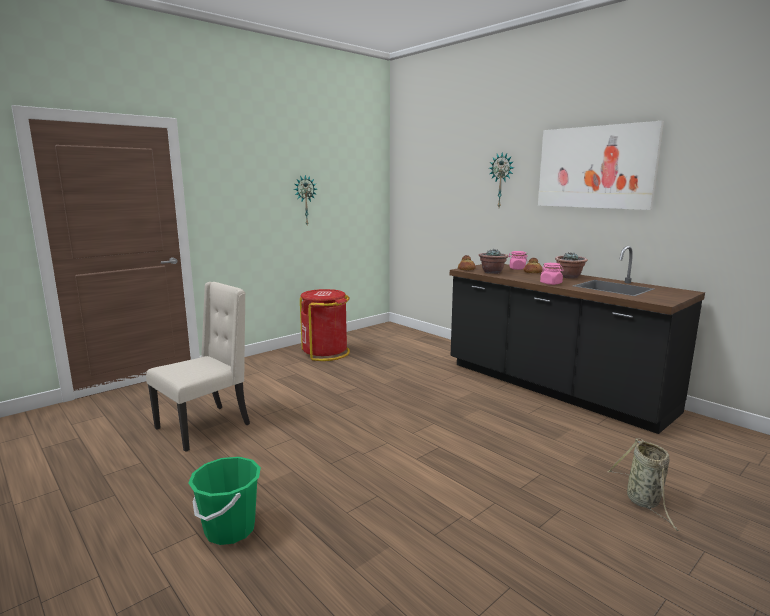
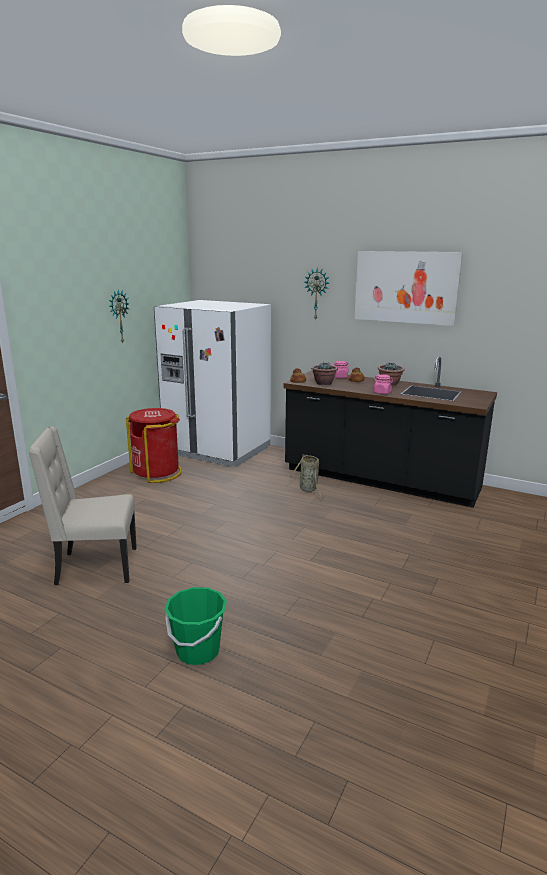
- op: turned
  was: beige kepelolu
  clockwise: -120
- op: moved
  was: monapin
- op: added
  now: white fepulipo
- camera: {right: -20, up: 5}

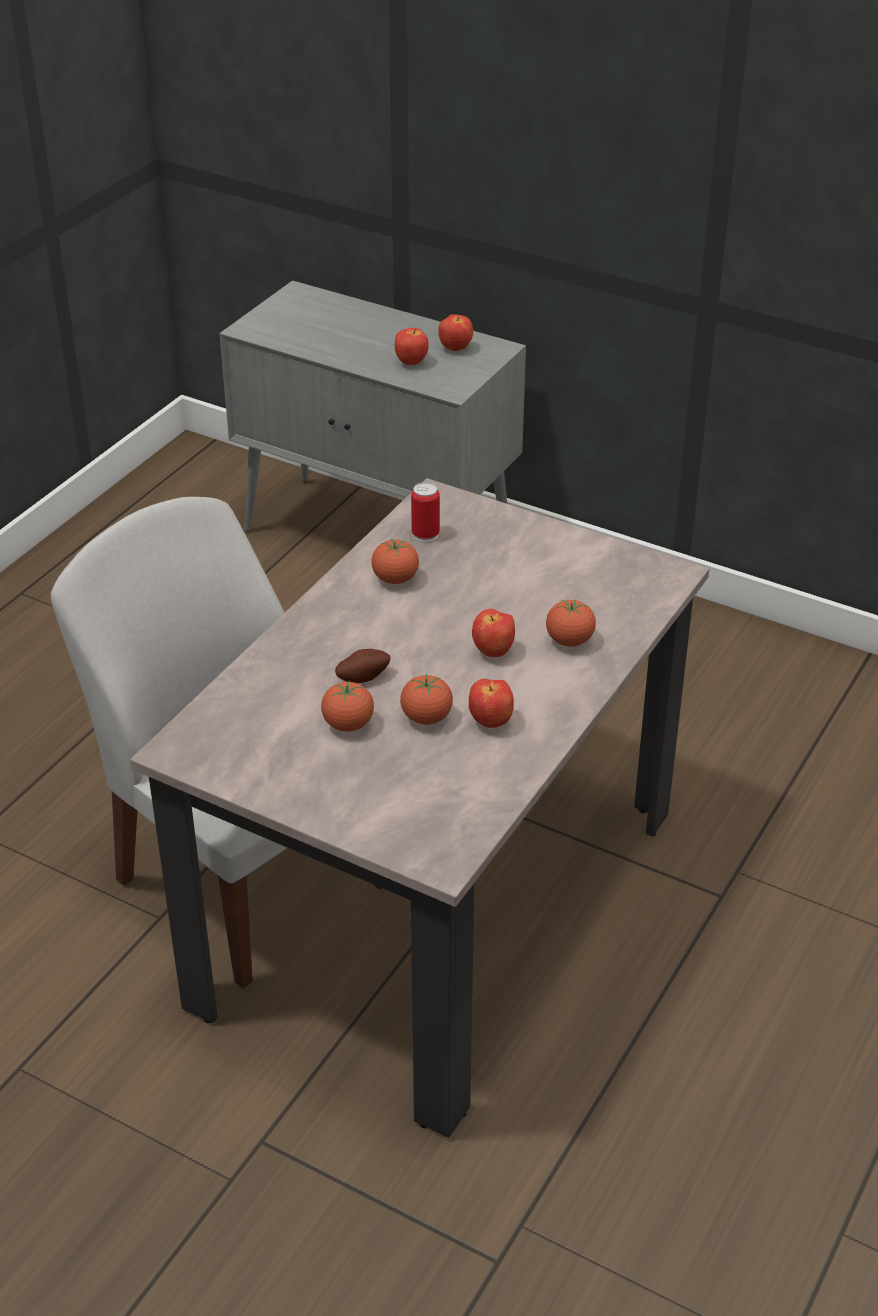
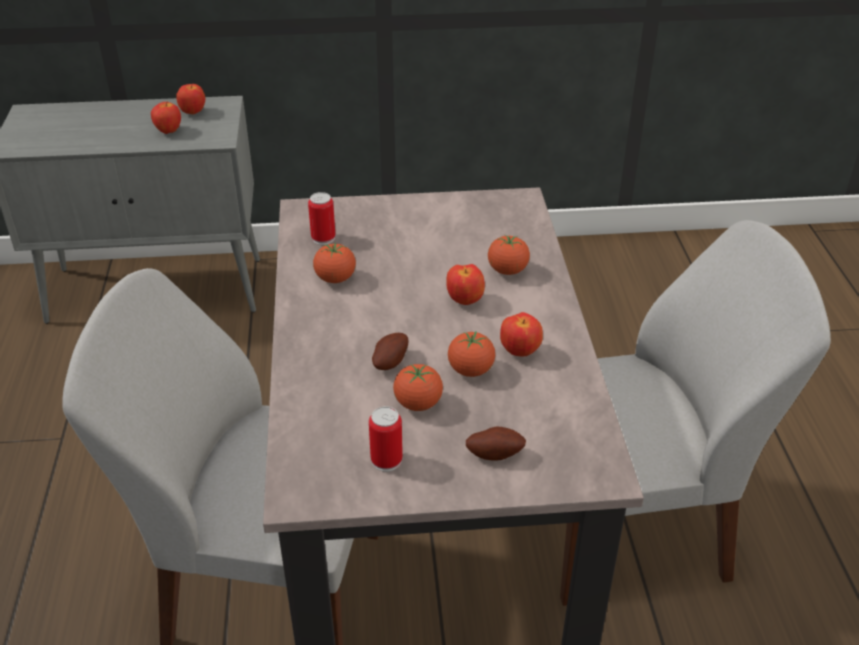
- op: added
  now: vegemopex (2nd from left)
- op: added
  now: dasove (2nd from left)
- op: added
  now: white kepelolu (2nd from left)
- camera: {right: -35, up: 0}

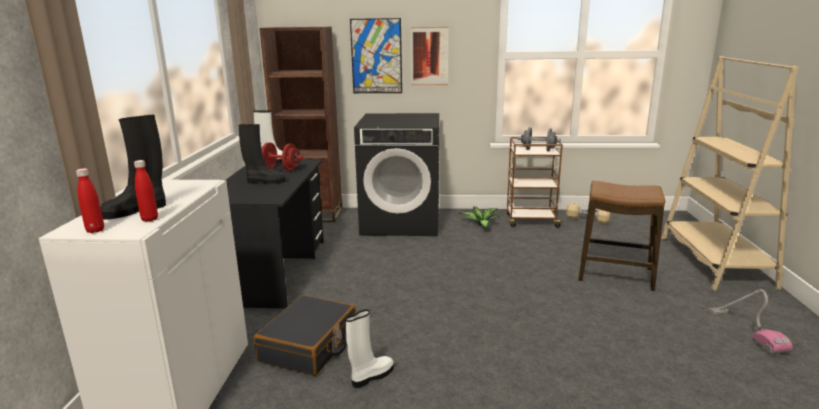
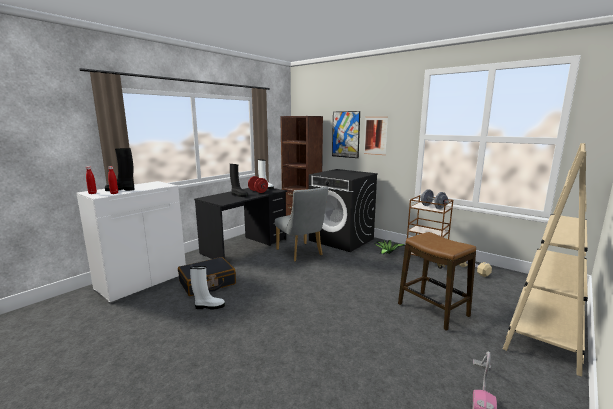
- op: added
  now: grey kepelolu
- camera: {right: 35, up: -5}

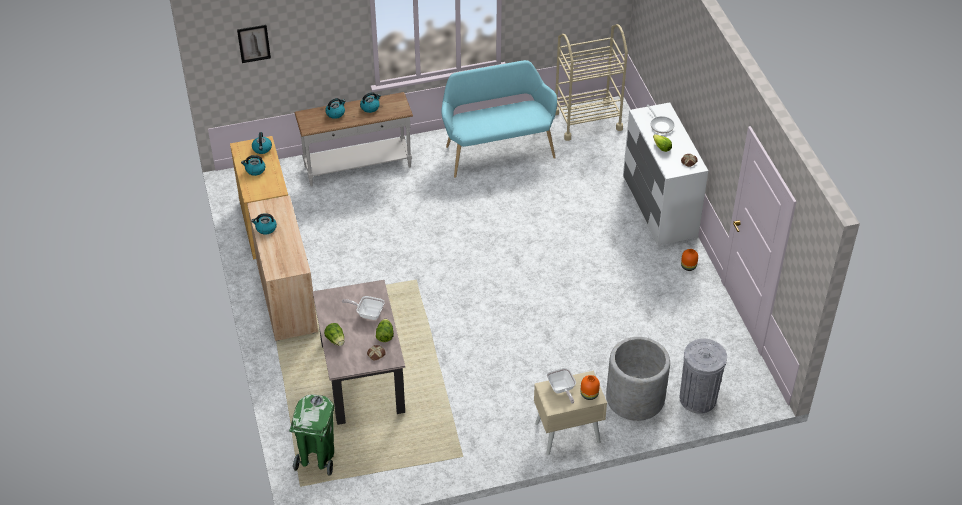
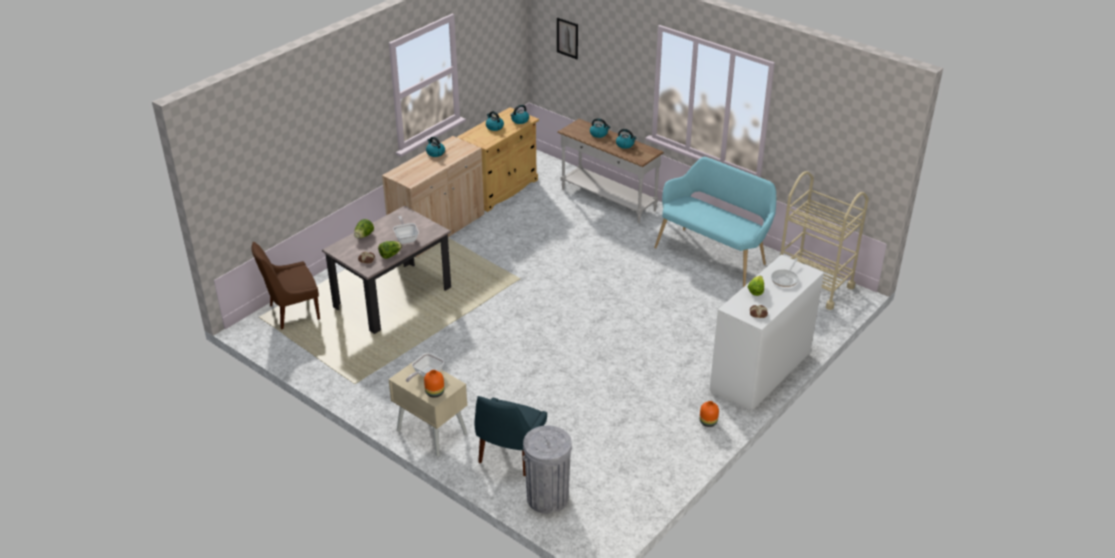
- op: replaced
  was: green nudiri
  now: brown kepelolu
- op: replaced
  was: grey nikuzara
  now: blue kepelolu
- camera: {right: 55, up: -10}

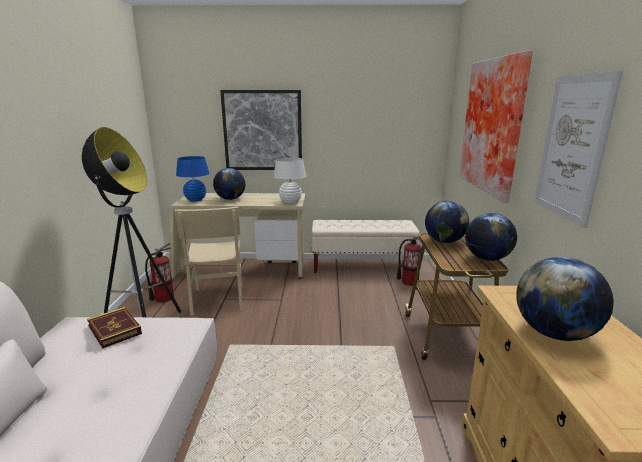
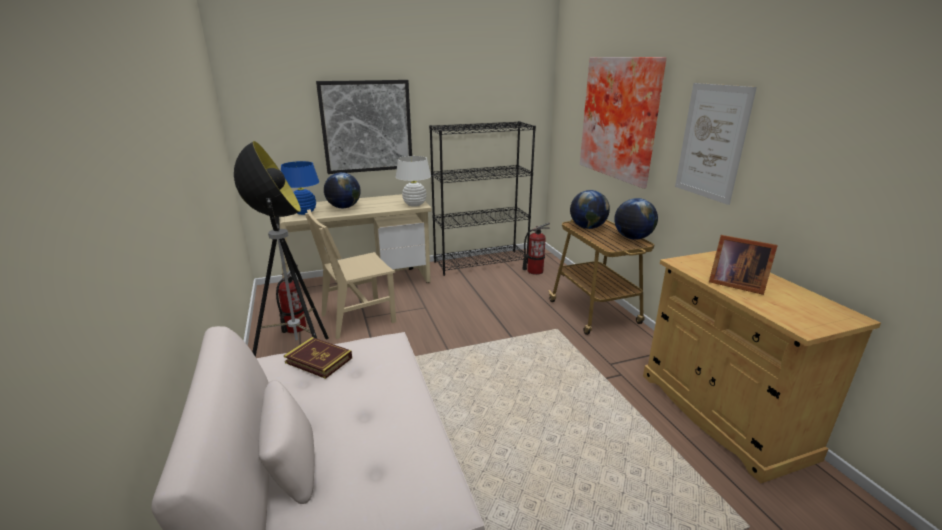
- op: turned
  was: beige kepelolu
  clockwise: 90
- op: replaced
  was: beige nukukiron
  now: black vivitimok
- op: replaced
  was: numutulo (4th from left)
  now: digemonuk
- camera: {right: -20, up: 5}

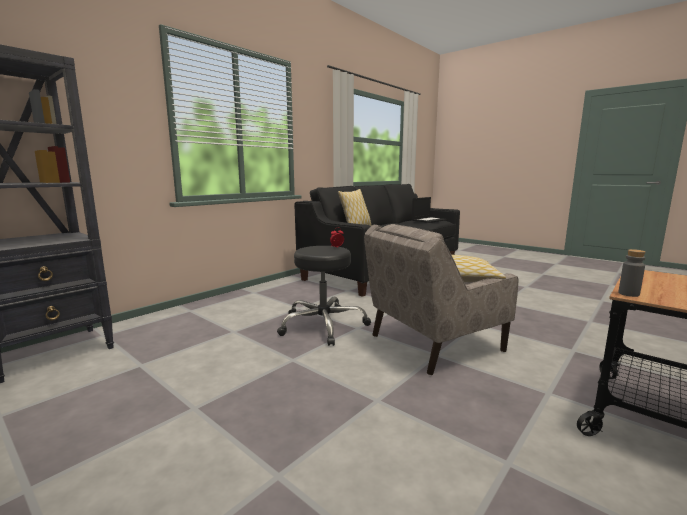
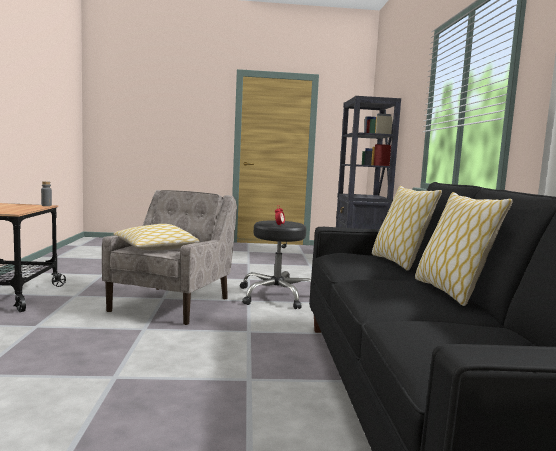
- op: removed
  was: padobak
- op: added
  now: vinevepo (3rd from left)
- camera: {right: 135, up: -5}

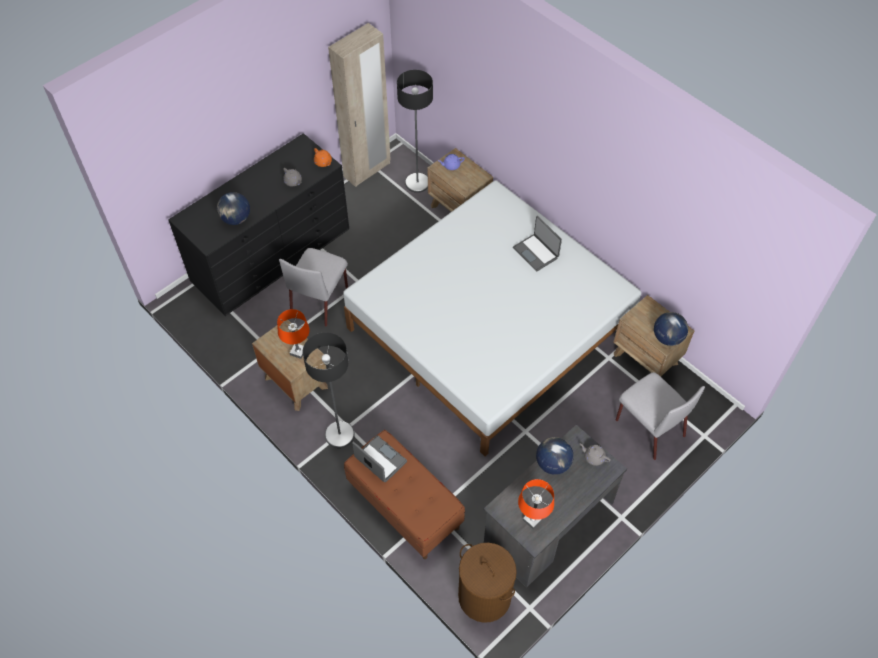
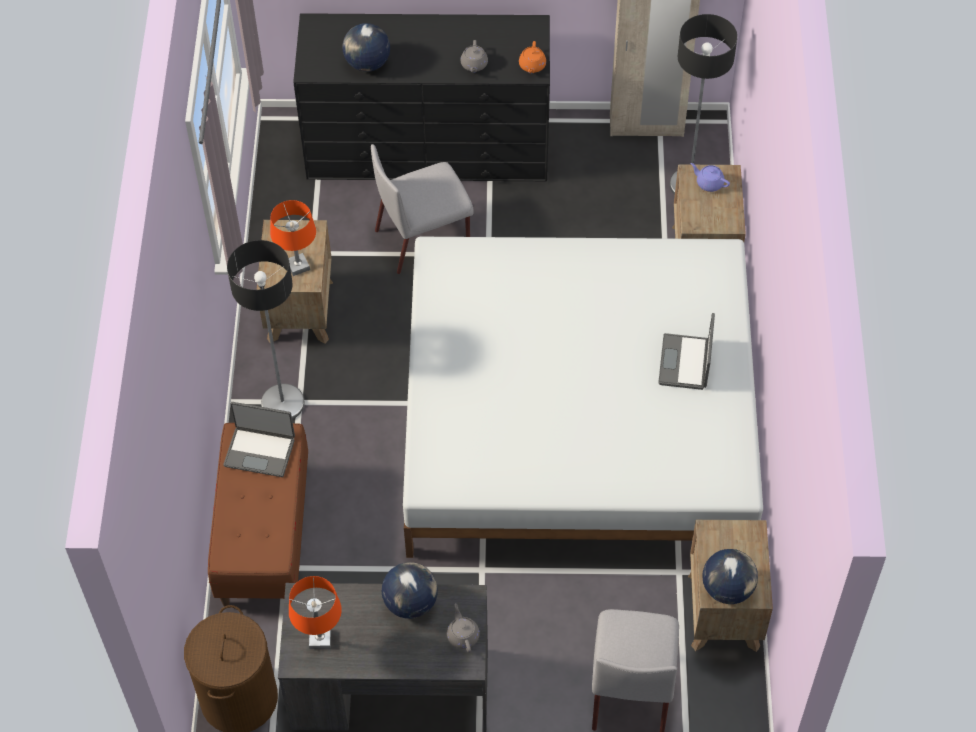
- op: turned
  was: padobak (1st from left)
  clockwise: 105
- camera: {right: 45, up: 0}

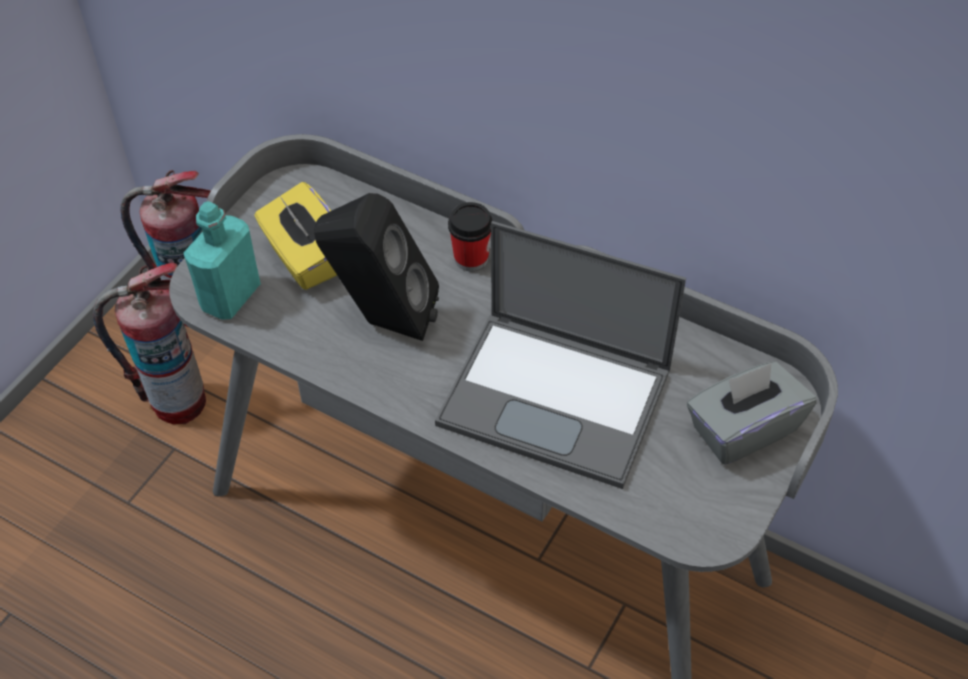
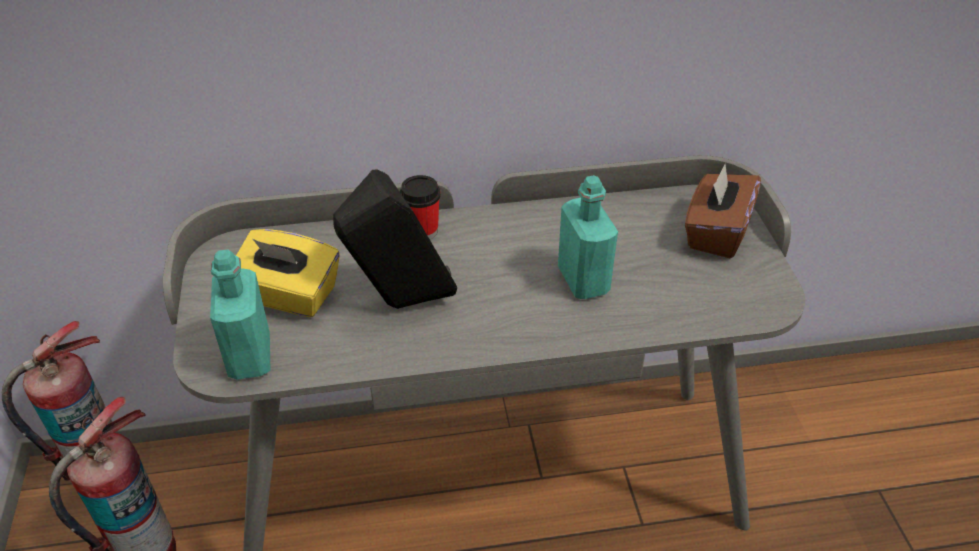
- op: replaced
  was: padobak
  now: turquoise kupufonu (2nd from left)
- op: recoloured
  was: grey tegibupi
  now: brown tegibupi
- camera: {right: -40, up: -10}

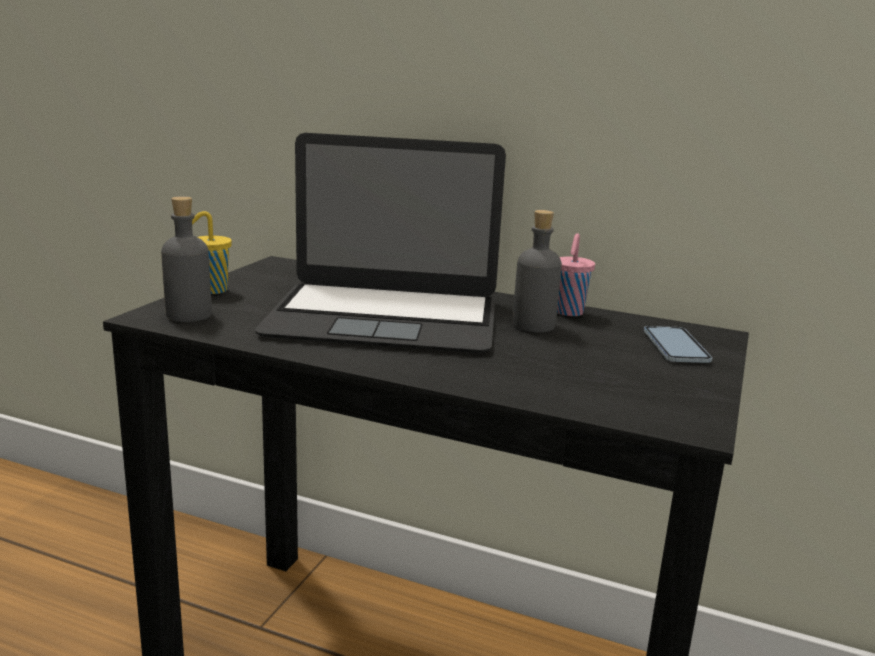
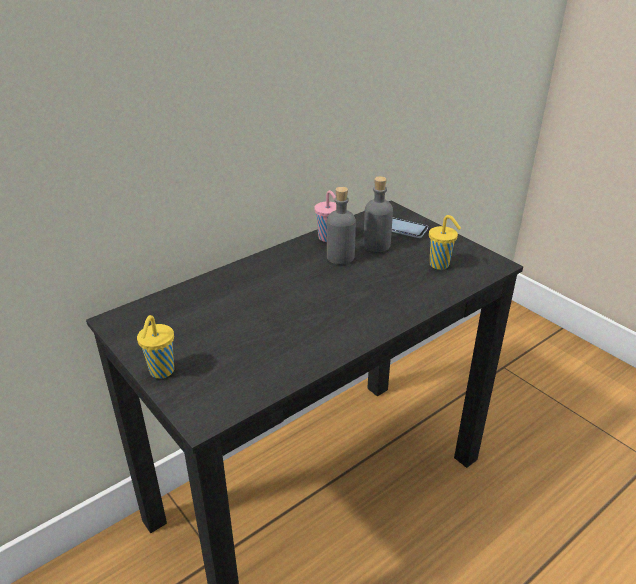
- op: moved
  was: grey kupufonu (1st from left in the first image)
  now: grey kupufonu (2nd from left)
- op: removed
  was: padobak
- op: added
  now: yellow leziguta (2nd from left)
- camera: {right: -60, up: 15}

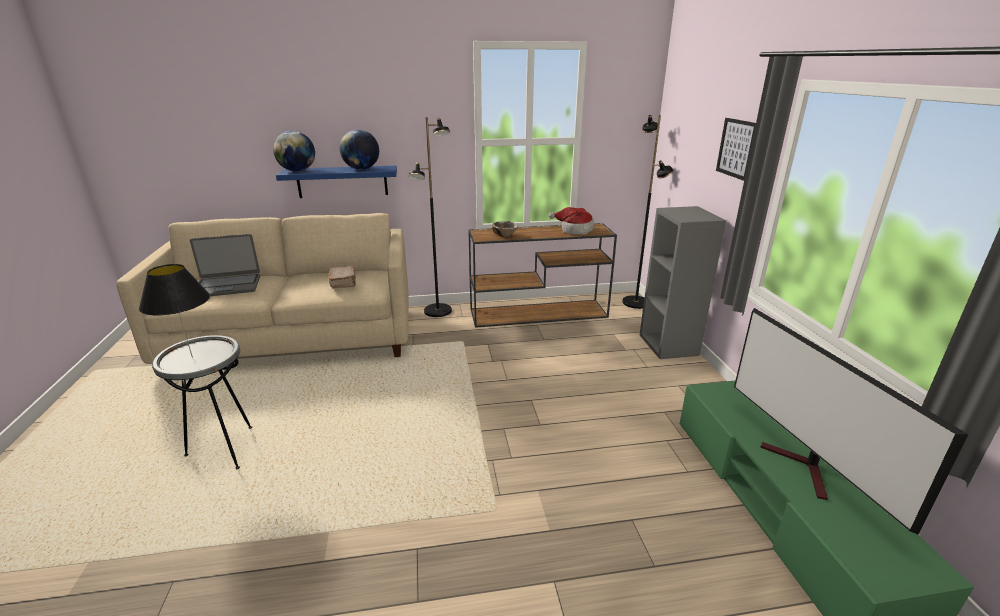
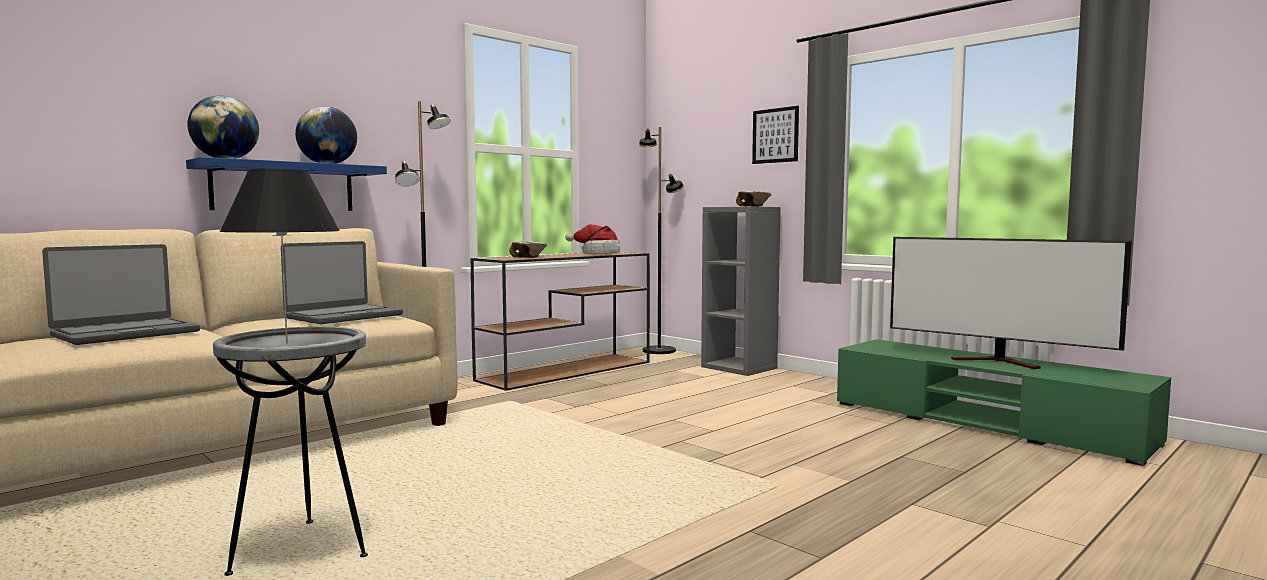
- op: replaced
  was: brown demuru
  now: padobak (2nd from left)
- op: added
  now: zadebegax (2nd from left)
- camera: {right: -35, up: -20}

